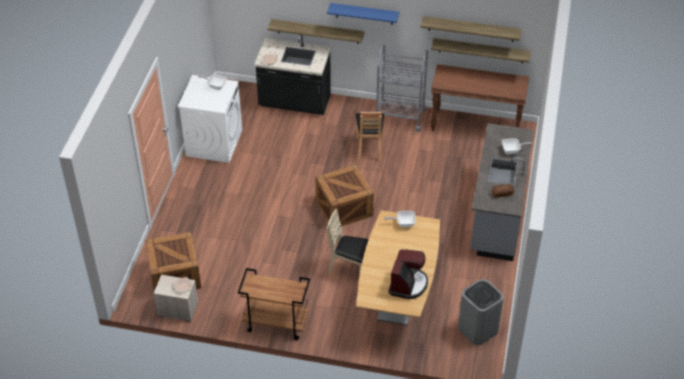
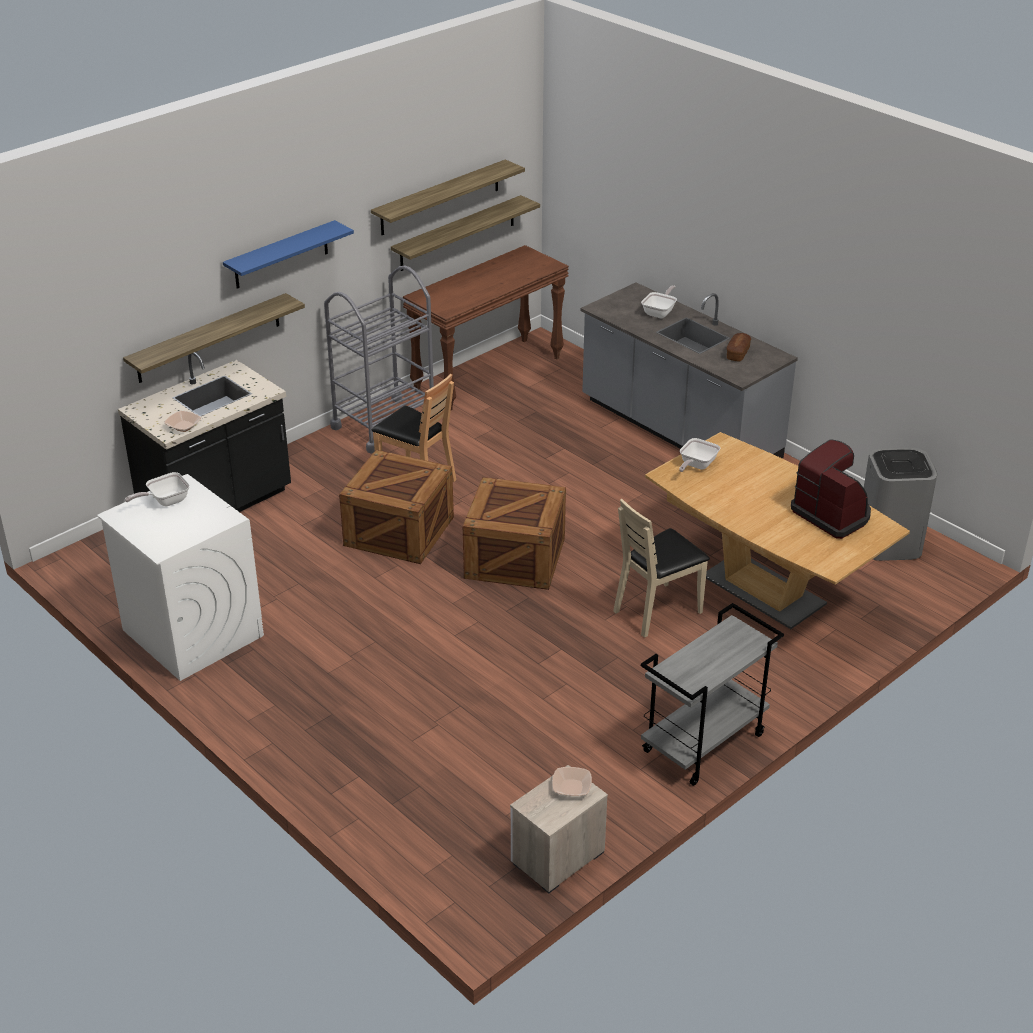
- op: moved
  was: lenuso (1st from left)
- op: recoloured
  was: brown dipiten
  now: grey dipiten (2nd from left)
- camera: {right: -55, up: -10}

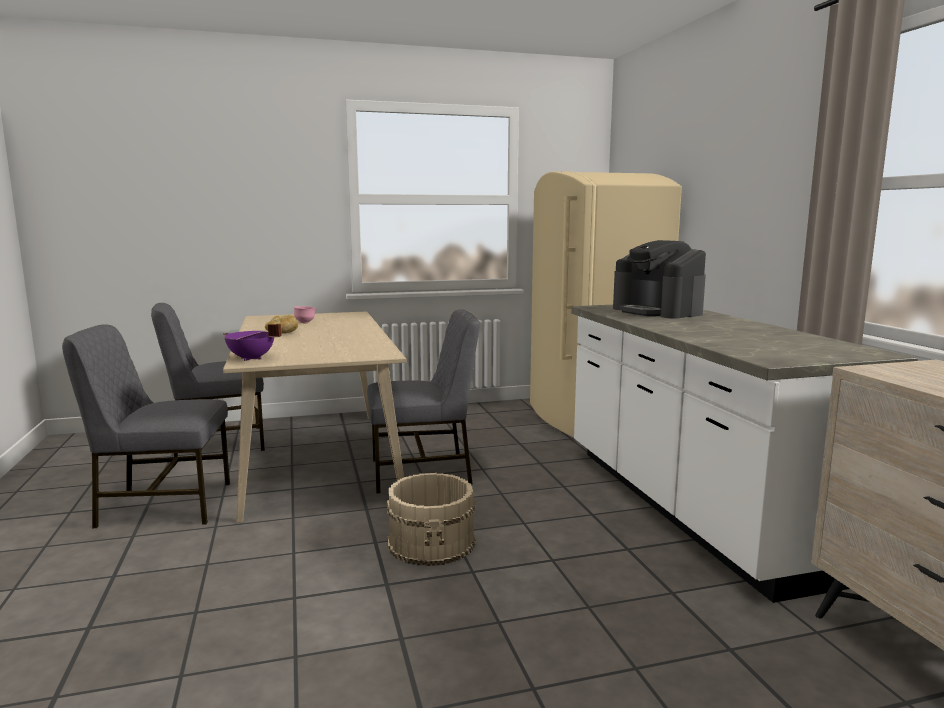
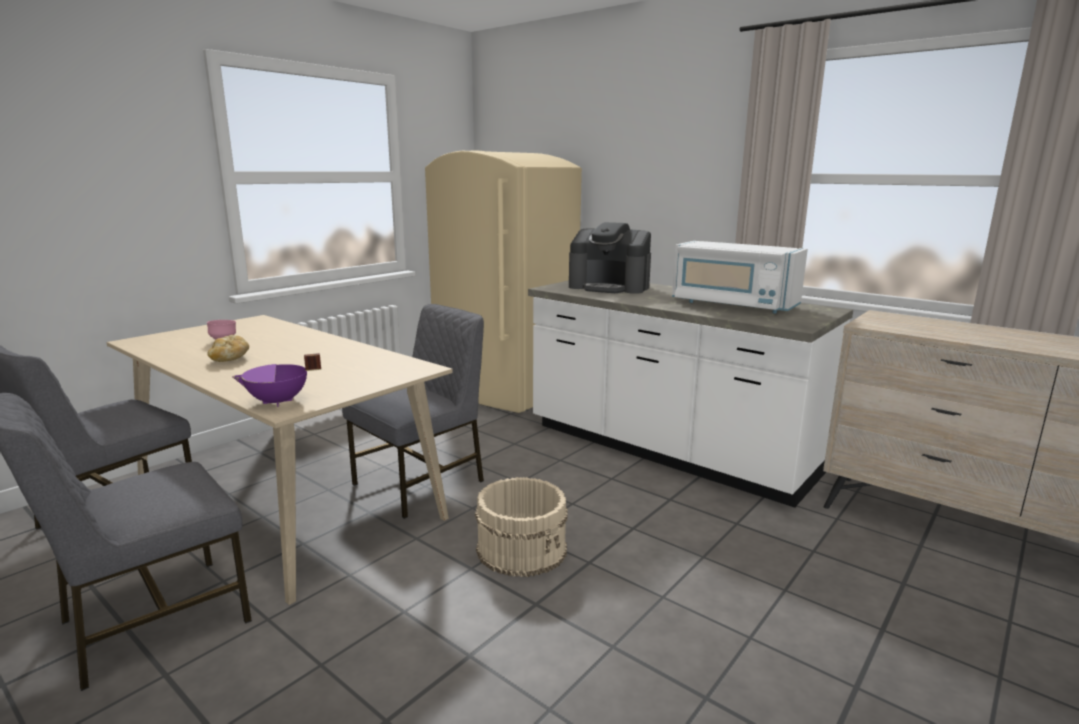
- op: added
  now: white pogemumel
- camera: {right: -35, up: 5}

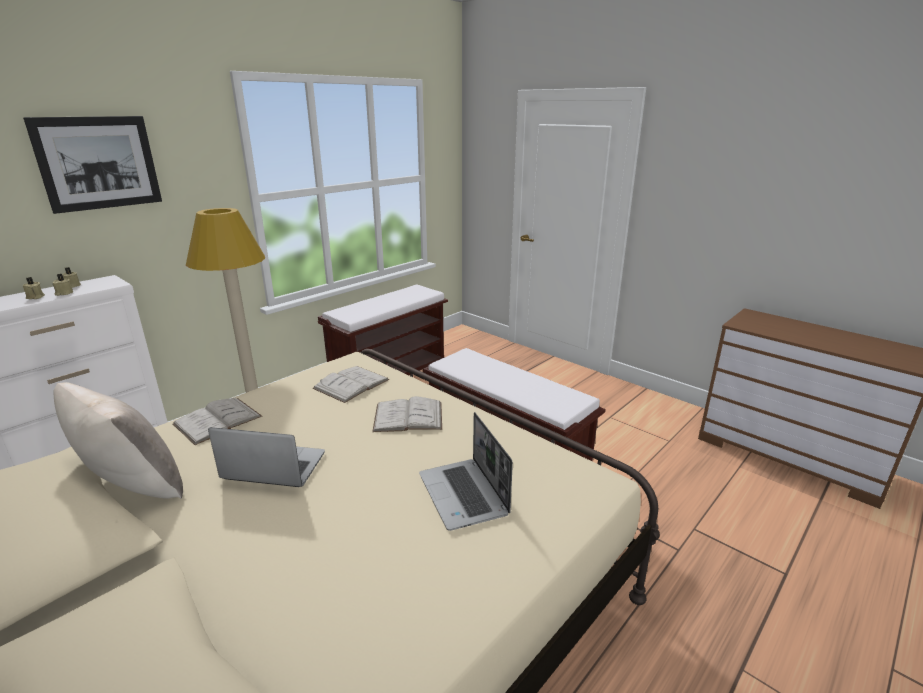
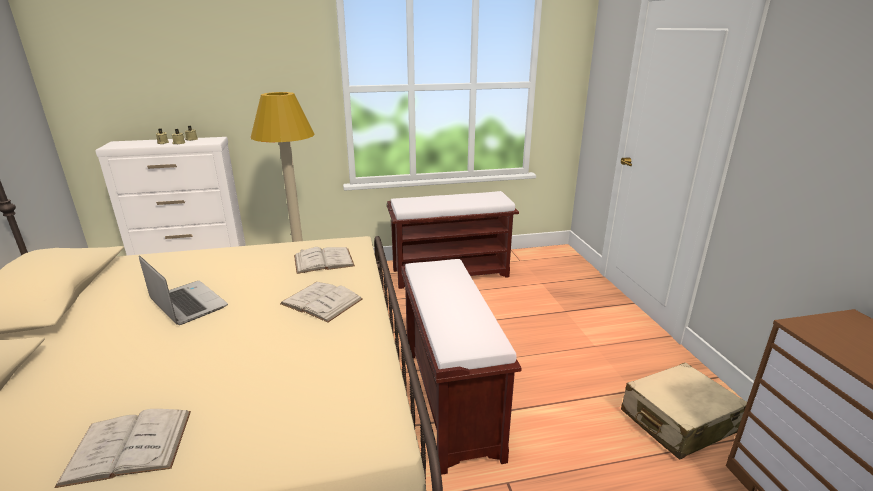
- op: removed
  was: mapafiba
- op: removed
  was: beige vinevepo
- op: moved
  was: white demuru (1st from left)
- op: removed
  was: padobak (2nd from left)
- op: added
  now: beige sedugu
- camera: {right: 35, up: 0}

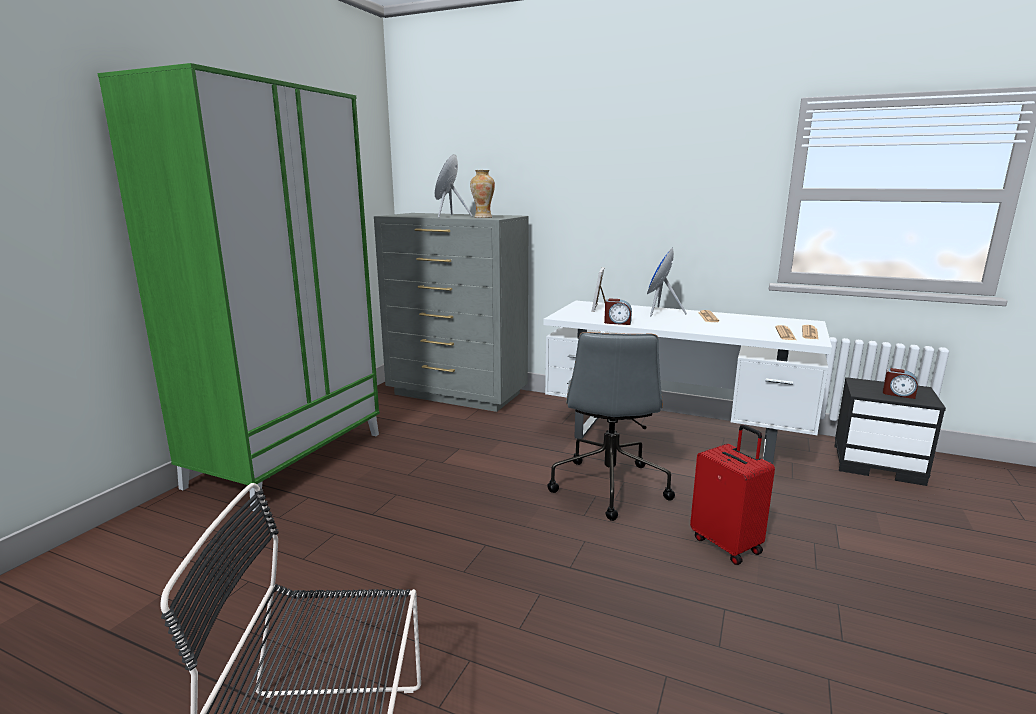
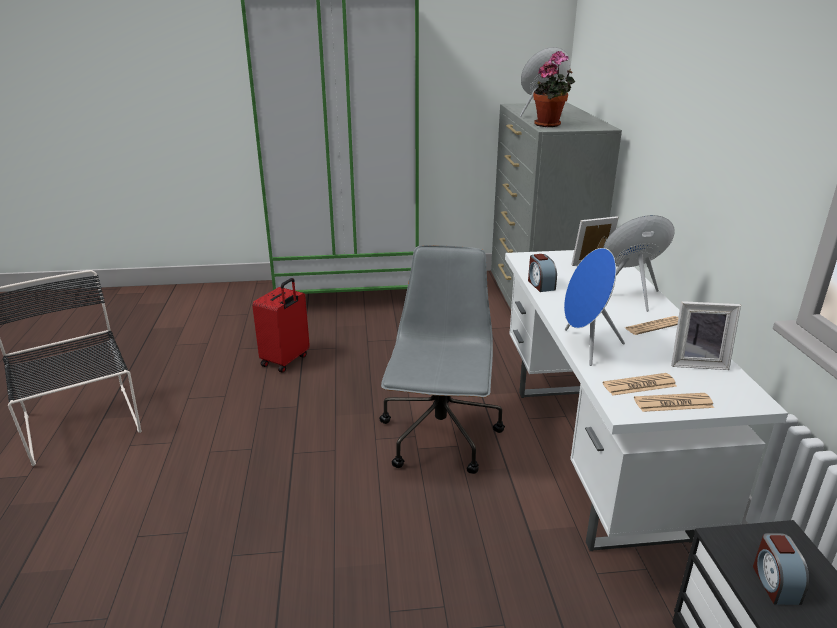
- op: replaced
  was: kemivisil
  now: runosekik
- op: turned
  was: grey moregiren
  clockwise: 120
- op: moved
  was: red sedugu
- op: added
  now: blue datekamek (1st from left)
- op: added
  now: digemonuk (2nd from left)
- camera: {right: 60, up: 10}

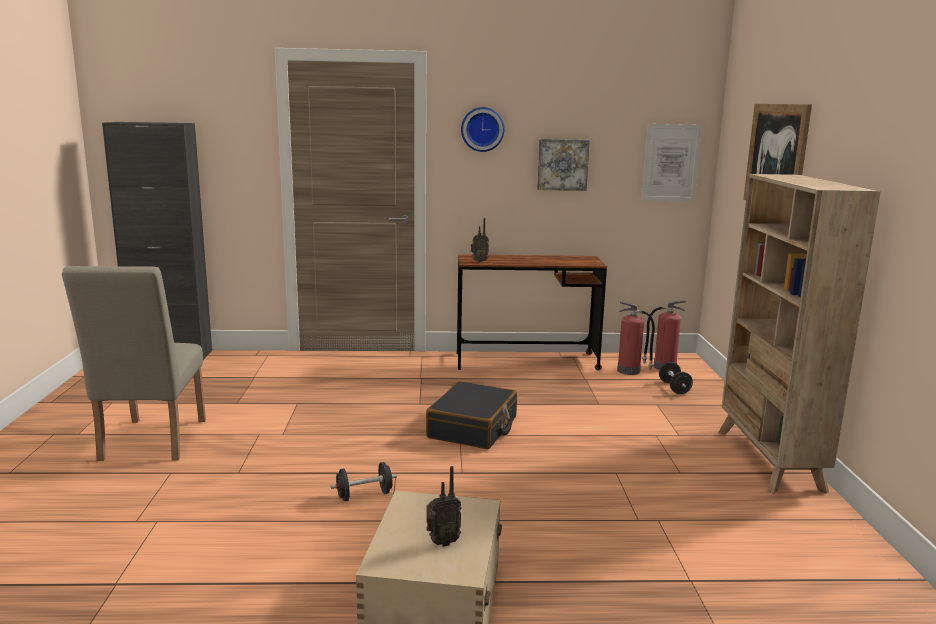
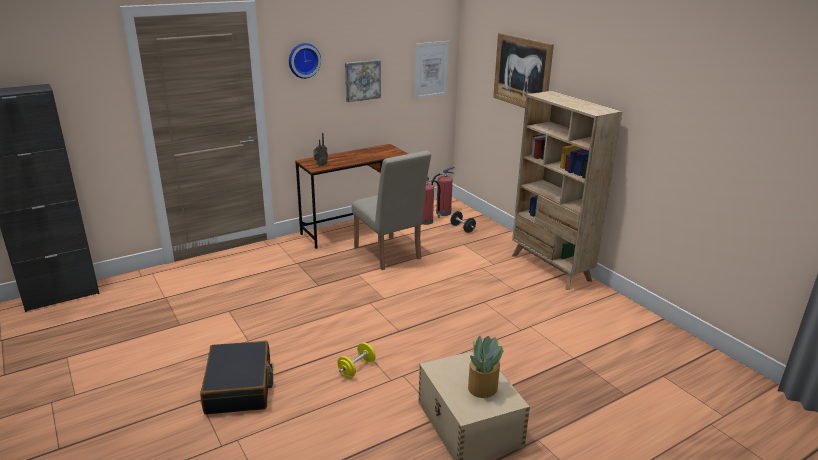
- op: moved
  was: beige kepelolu
- op: recoloured
  was: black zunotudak (1st from left)
  now: yellow zunotudak
- op: moved
  was: black sedugu
- op: replaced
  was: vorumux (1st from left)
  now: runosekik
- camera: {right: -30, up: 10}

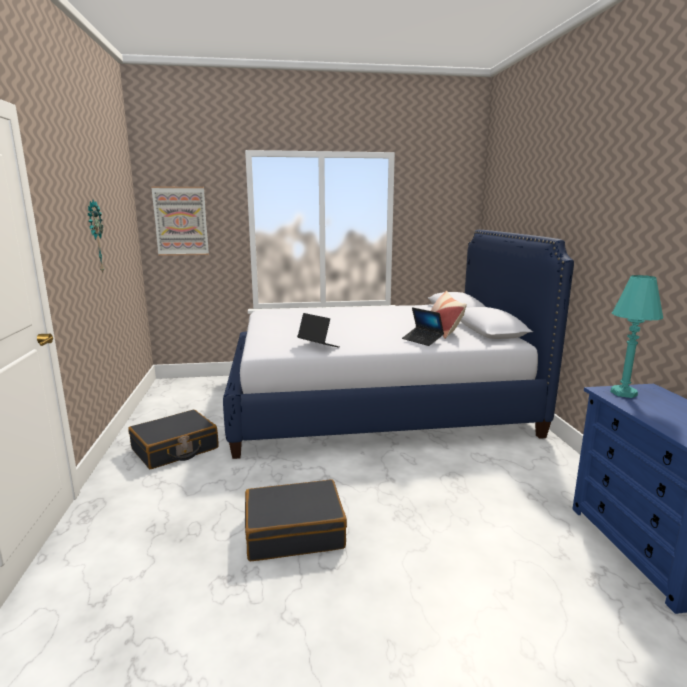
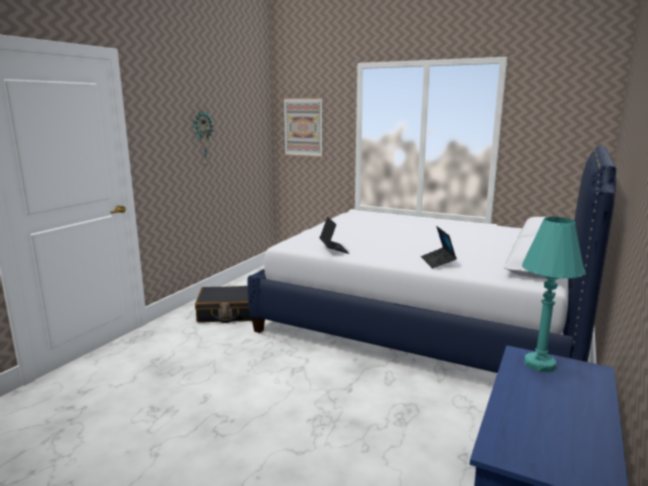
- op: removed
  was: black sedugu (2nd from left)
- op: removed
  was: vinevepo
- camera: {right: 35, up: 0}

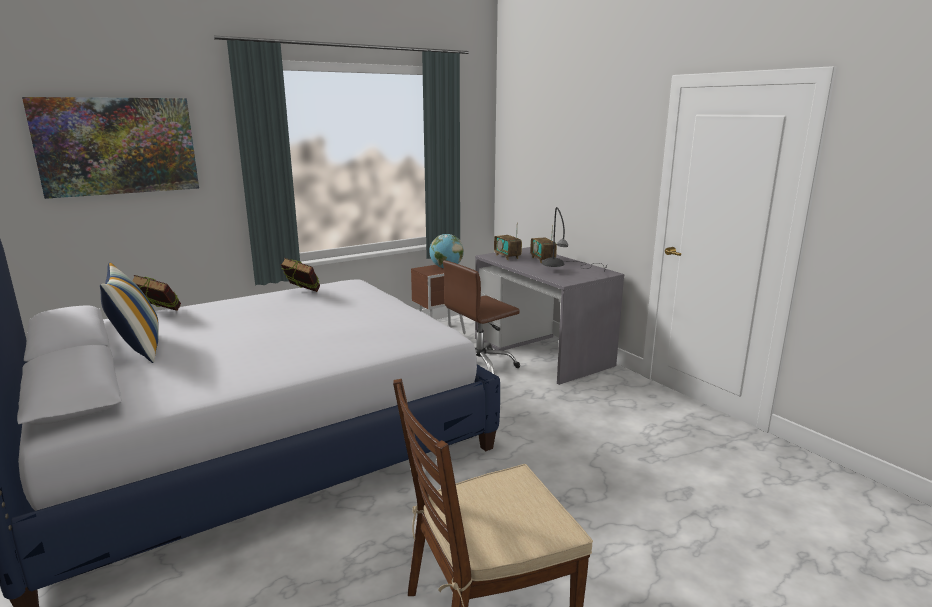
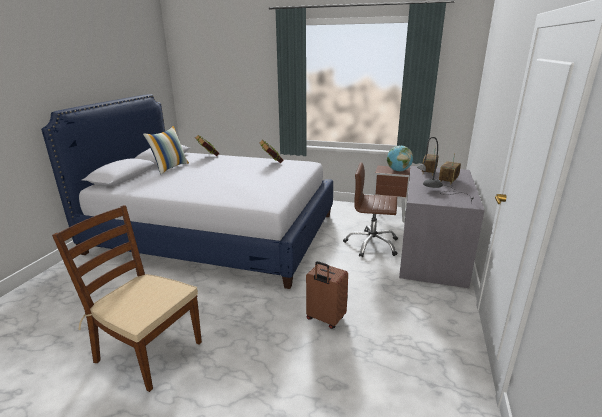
- op: removed
  was: mapafiba
- op: added
  now: brown sedugu
- camera: {right: 50, up: 5}

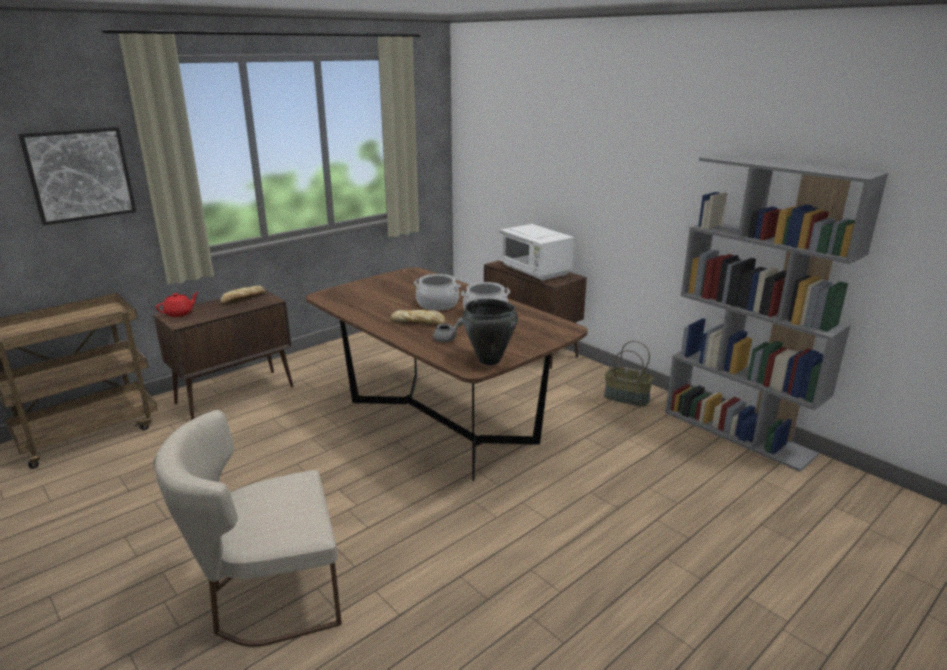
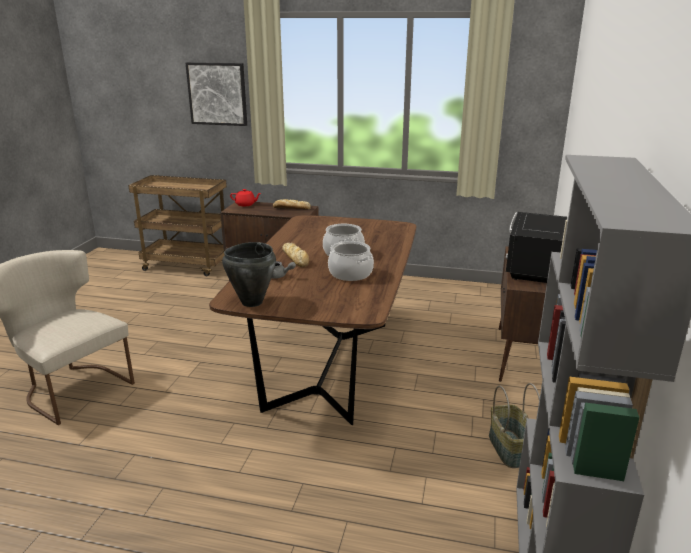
- op: recoloured
  was: white pogemumel
  now: black pogemumel
- camera: {right: 55, up: 0}

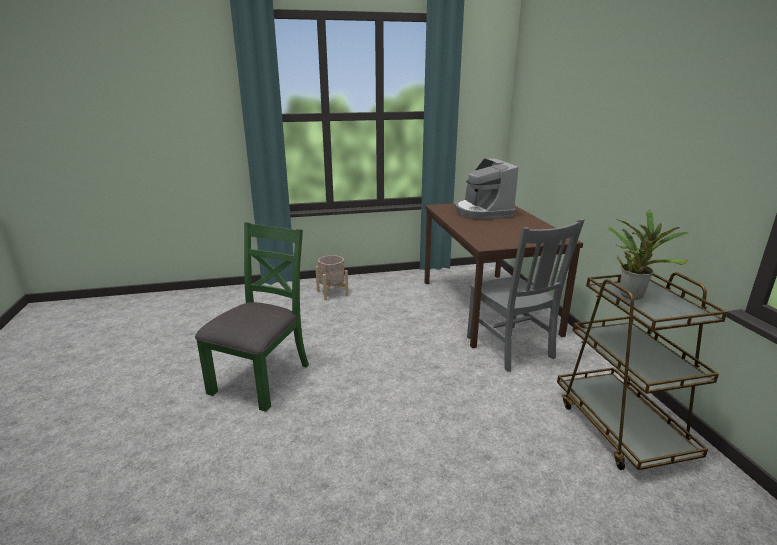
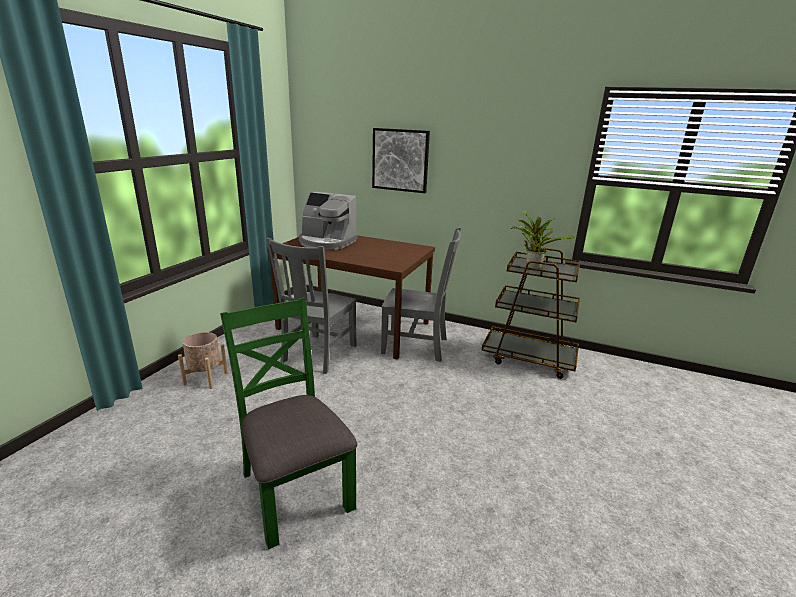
- op: added
  now: grey kepelolu (1st from left)
- op: added
  now: mapafiba
- camera: {right: -55, up: 0}

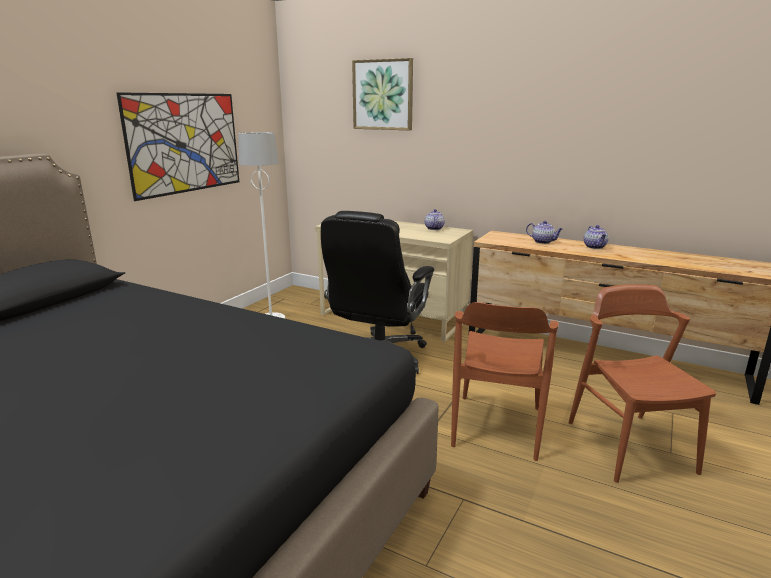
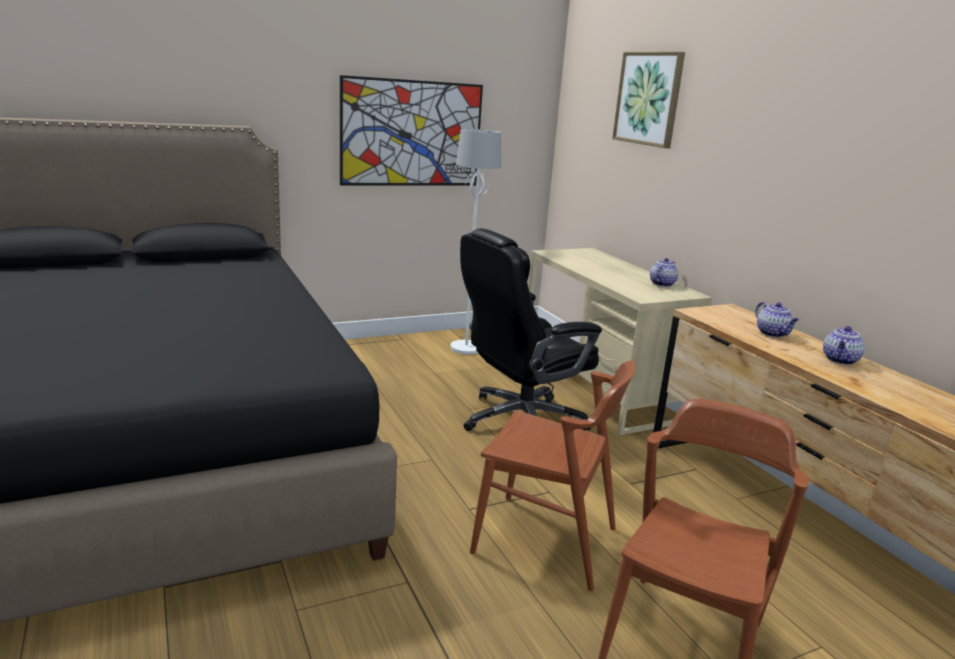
- op: turned
  was: brown kepelolu (1st from left)
  clockwise: -120
- camera: {right: 35, up: 0}

